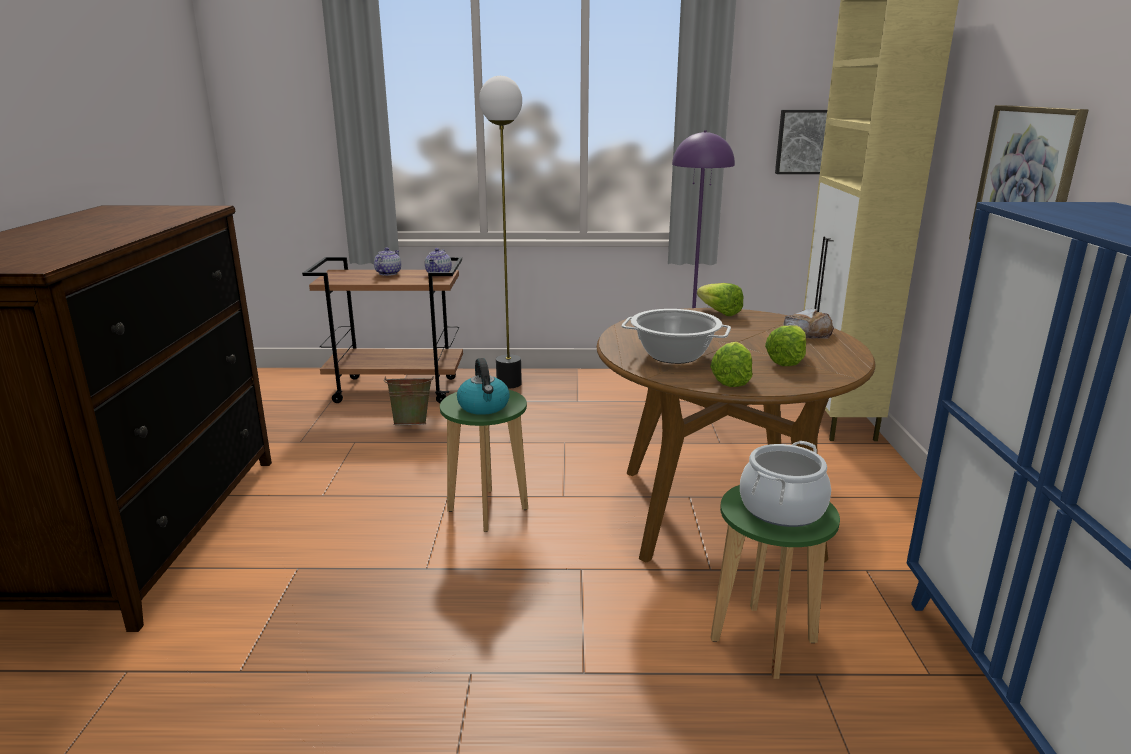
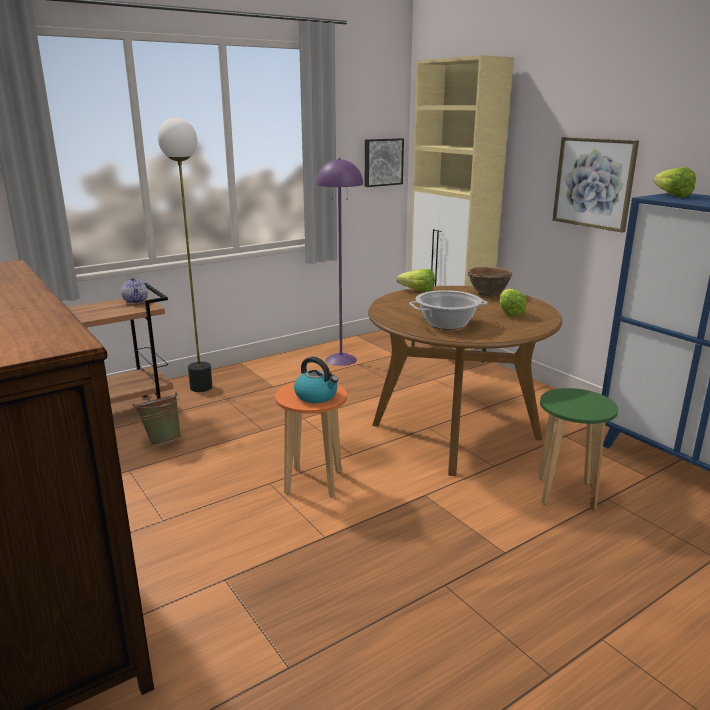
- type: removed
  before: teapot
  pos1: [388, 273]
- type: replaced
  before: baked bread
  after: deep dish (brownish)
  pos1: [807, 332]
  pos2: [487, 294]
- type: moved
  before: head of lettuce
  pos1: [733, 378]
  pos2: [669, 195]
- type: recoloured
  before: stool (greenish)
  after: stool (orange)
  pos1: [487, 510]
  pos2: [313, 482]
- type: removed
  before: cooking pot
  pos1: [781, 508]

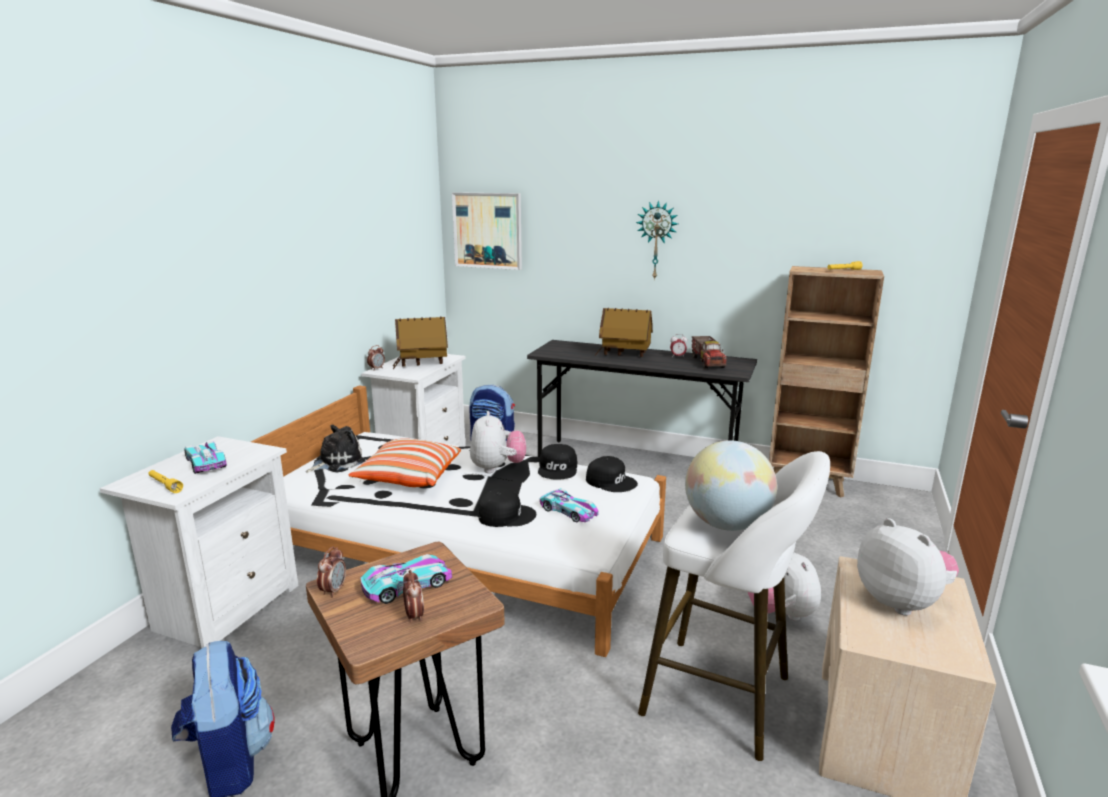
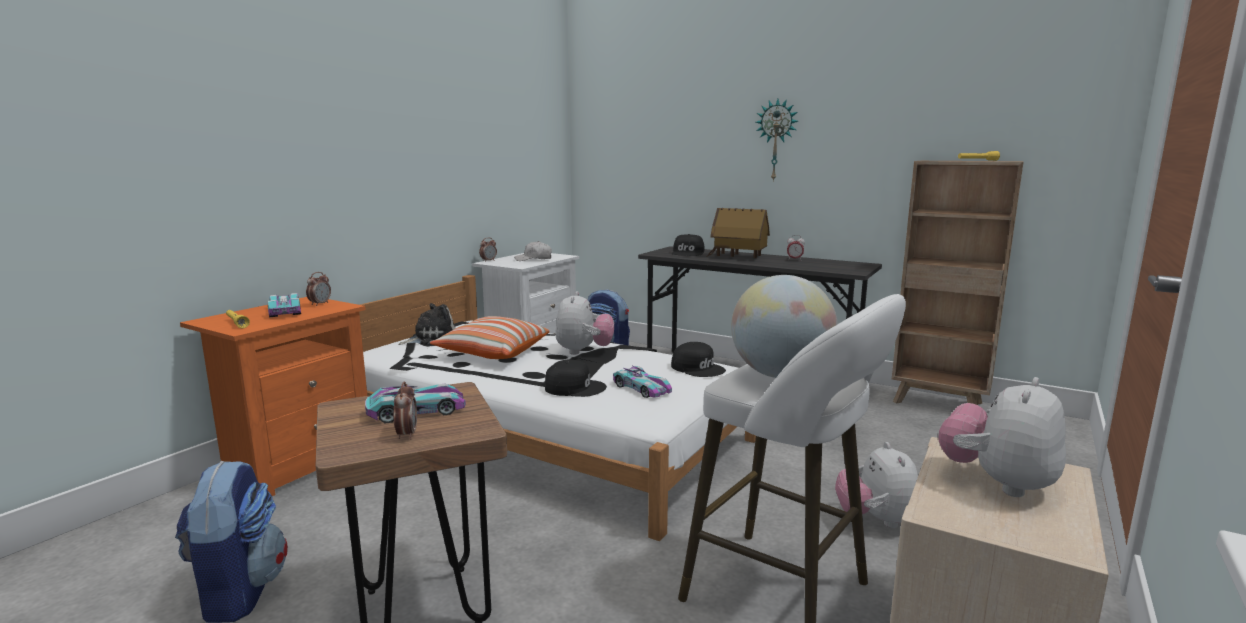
- type: removed
  before: wall picture
  pos1: [488, 230]
- type: replaced
  before: model house
  after: cap (white)
  pos1: [422, 364]
  pos2: [534, 259]
- type: removed
  before: toy truck
  pos1: [708, 362]
- type: recoloured
  before: bedside table (white)
  after: bedside table (orange)
  pos1: [225, 609]
  pos2: [297, 463]
- type: moved
  before: cap (blackish)
  pos1: [558, 469]
  pos2: [688, 253]
- type: turned
  before: cuddly toy
  pos1: [901, 602]
  pos2: [997, 483]
  turn: -120
- type: moved
  before: alarm clock
  pos1: [333, 590]
  pos2: [320, 304]

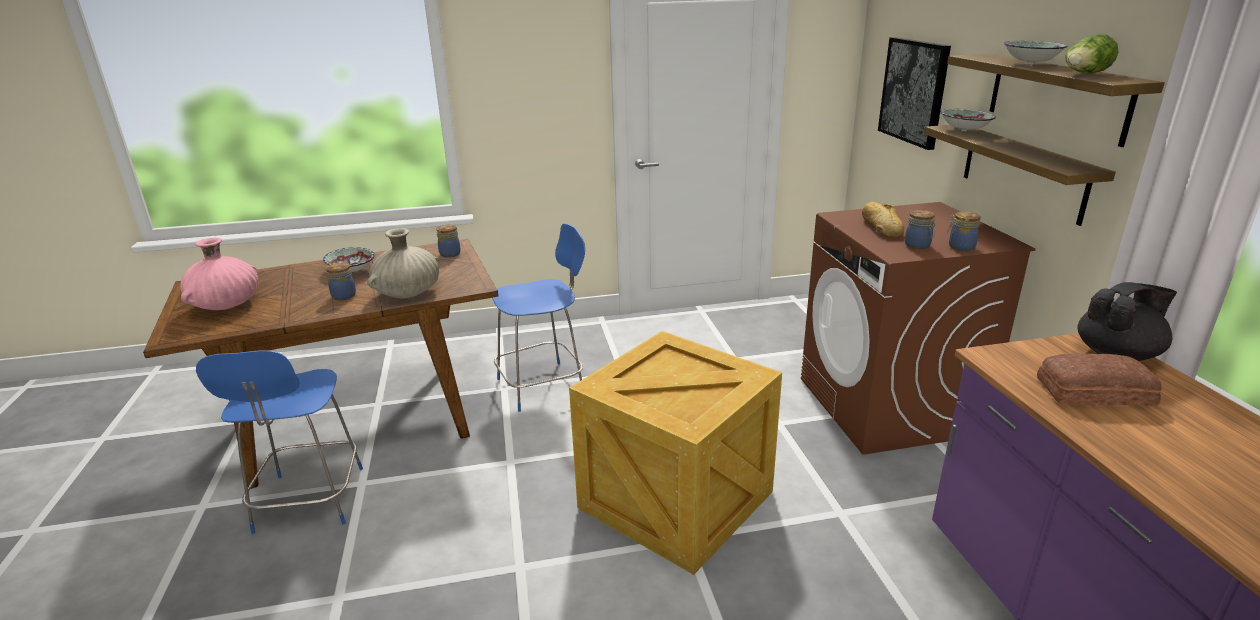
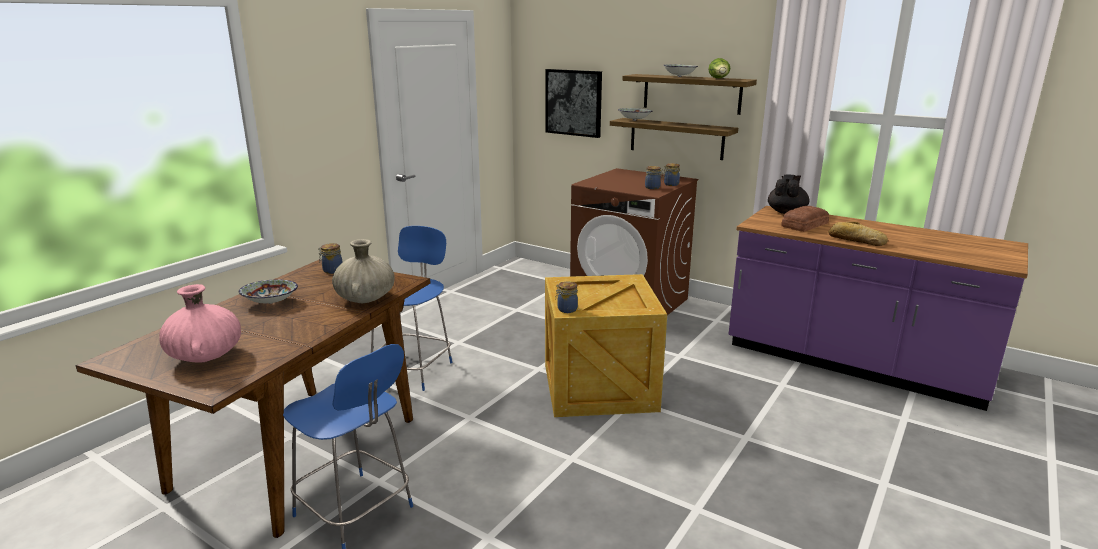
- type: moved
  before: baked bread
  pos1: [881, 227]
  pos2: [856, 240]
- type: moved
  before: jar
  pos1: [344, 295]
  pos2: [566, 309]

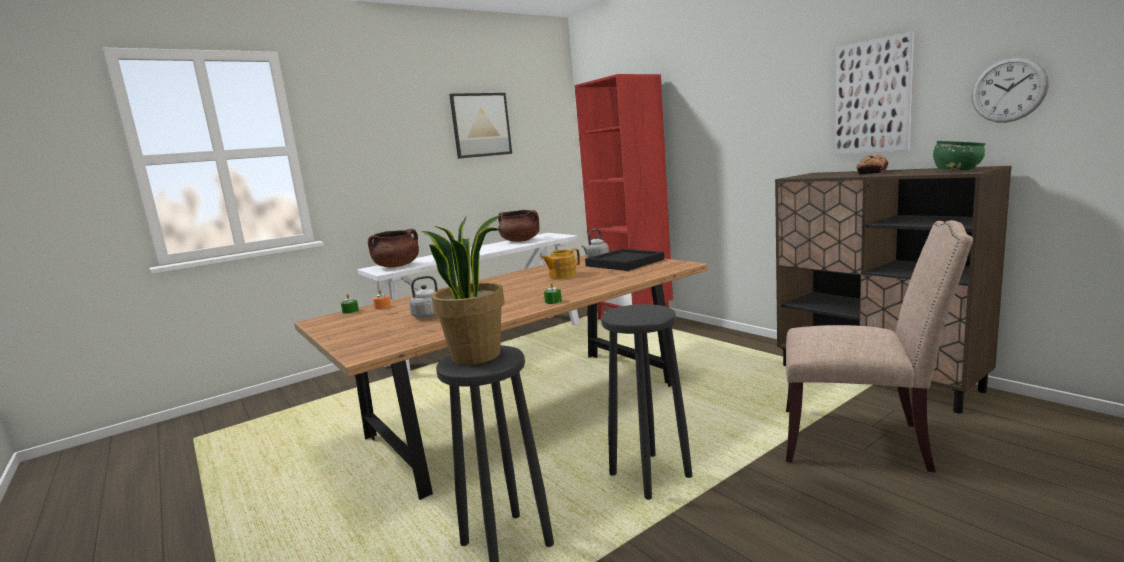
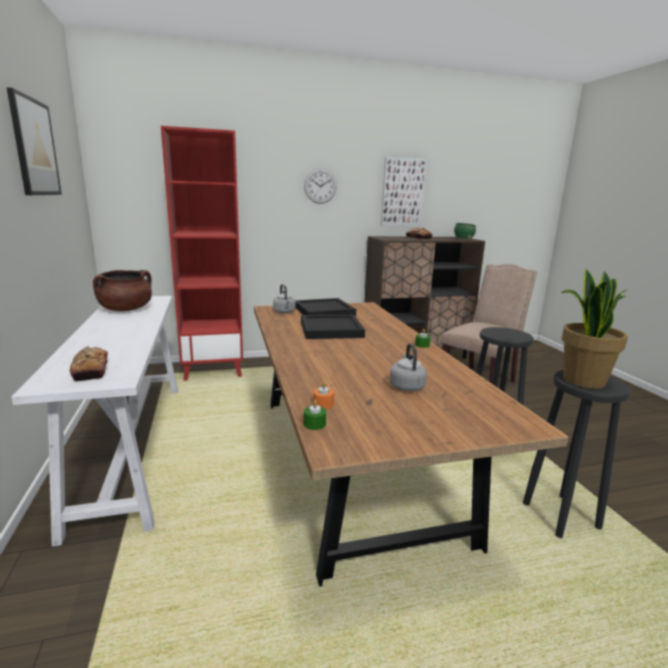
- type: moved
  before: clock on the wall
  pos1: [1008, 90]
  pos2: [320, 186]
- type: replaced
  before: cooking pot (brownish)
  after: baked bread
  pos1: [397, 266]
  pos2: [91, 370]
- type: replaced
  before: teapot
  after: tray (blackish)
  pos1: [562, 275]
  pos2: [330, 329]

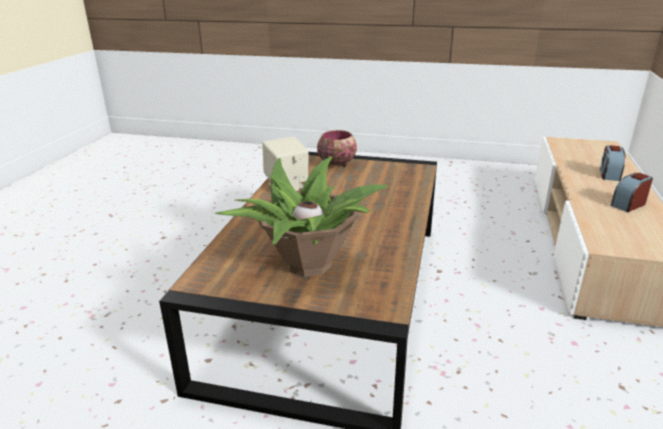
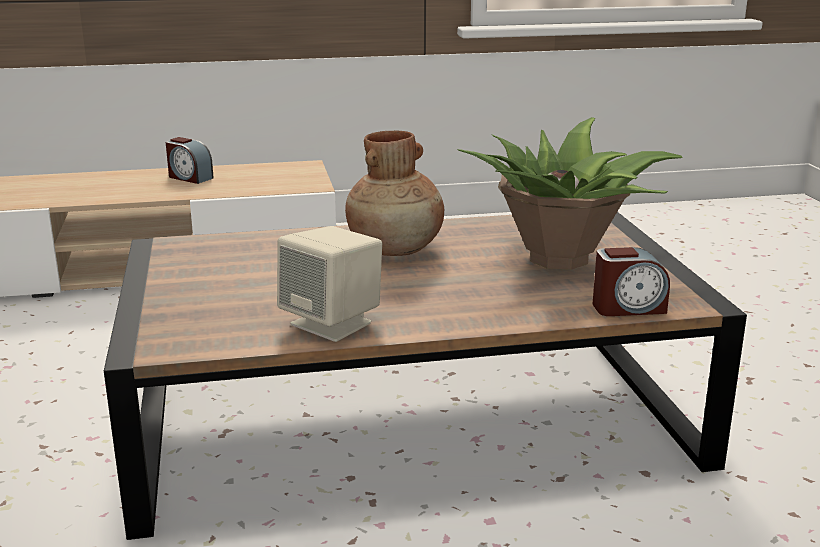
- type: removed
  before: deep dish
  pos1: [336, 163]
- type: moved
  before: alarm clock
  pos1: [609, 174]
  pos2: [628, 308]
- type: added
  after: decorative vase (brownish)
  pos2: [396, 249]

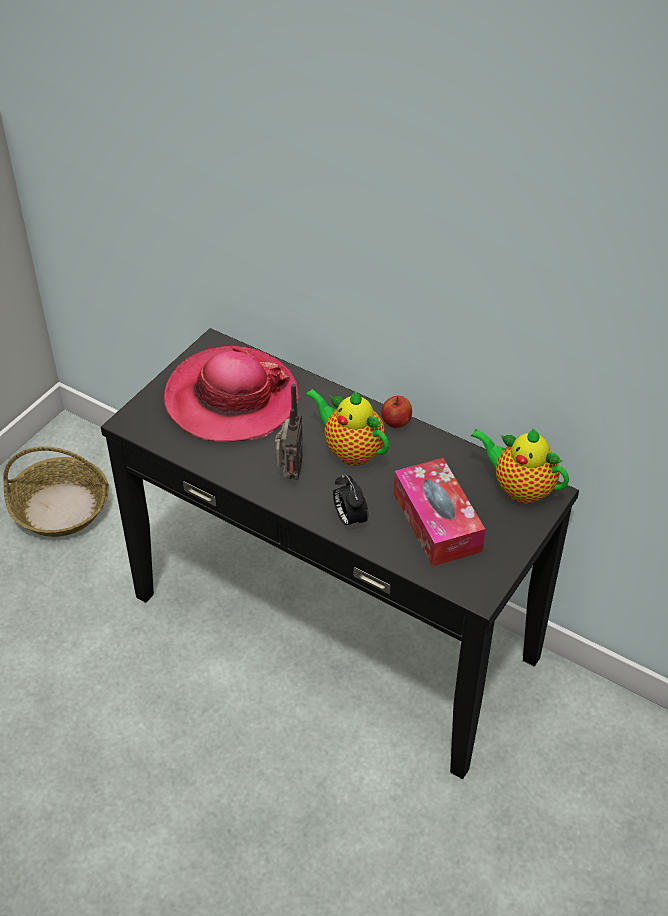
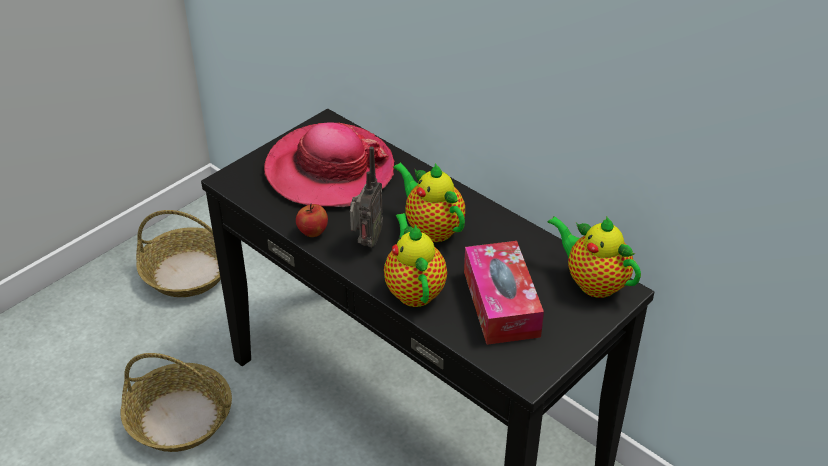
- type: moved
  before: whole apple
  pos1: [396, 423]
  pos2: [312, 232]
- type: replaced
  before: alarm clock
  after: teapot
  pos1: [349, 519]
  pos2: [414, 290]
- type: added
  after: household basket
  pos2: [180, 418]

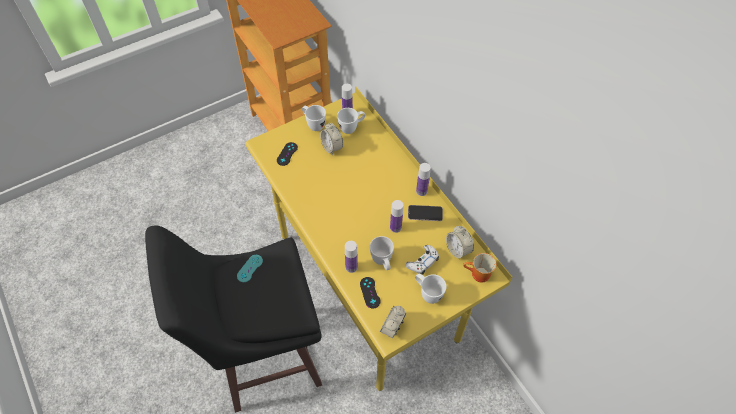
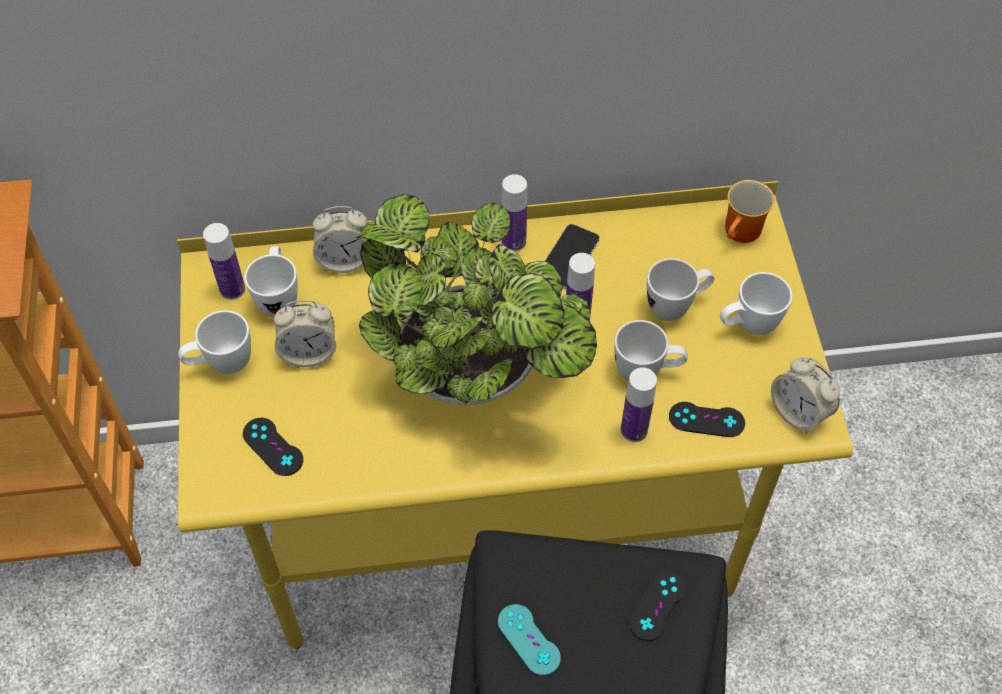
- type: moved
  before: alarm clock
  pos1: [458, 250]
  pos2: [344, 260]
- type: replaced
  before: gamepad (white)
  after: mug (white)
  pos1: [422, 262]
  pos2: [676, 305]
- type: added
  after: potted plant
  pos2: [477, 377]
- type: added
  after: gamepad (blackish)
  pos2: [657, 605]

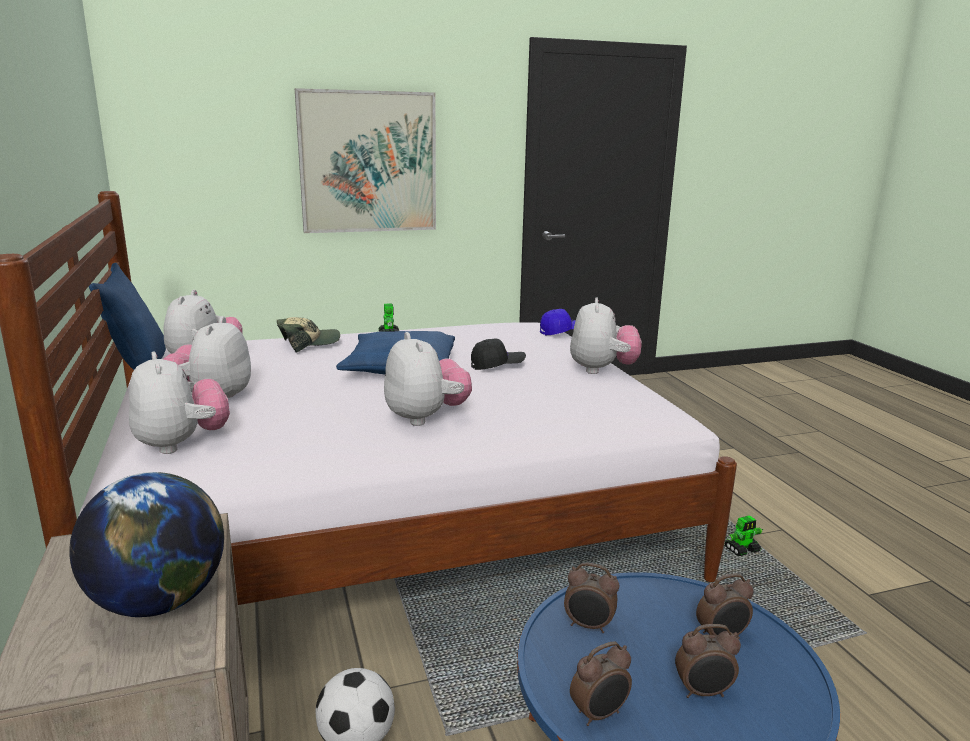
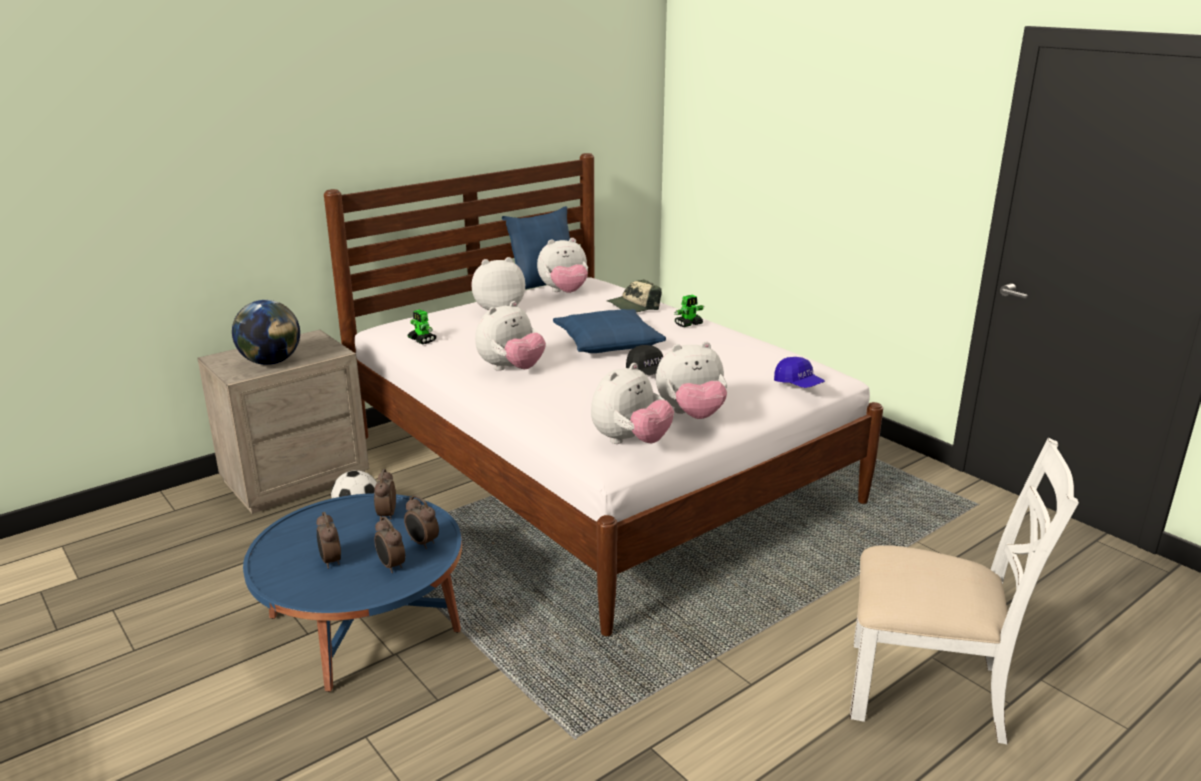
- type: removed
  before: wall picture
  pos1: [368, 162]
- type: turned
  before: cap
  pos1: [308, 343]
  pos2: [633, 306]
  turn: 105
- type: moved
  before: cuddly toy
  pos1: [182, 444]
  pos2: [630, 441]
- type: moved
  before: toy robot
  pos1: [742, 550]
  pos2: [422, 340]
- type: moved
  before: alarm clock
  pos1: [599, 714]
  pos2: [422, 543]
- type: added
  after: upright chair (white)
  pos2: [928, 690]

